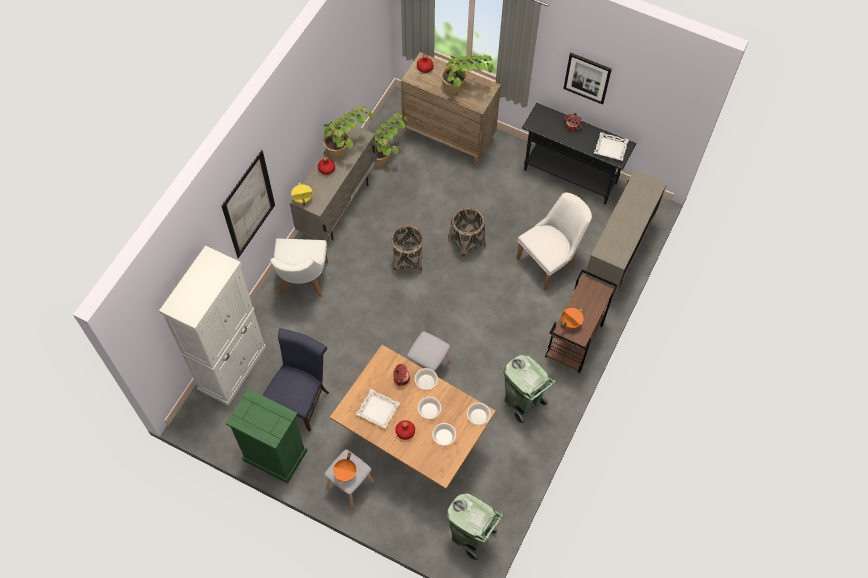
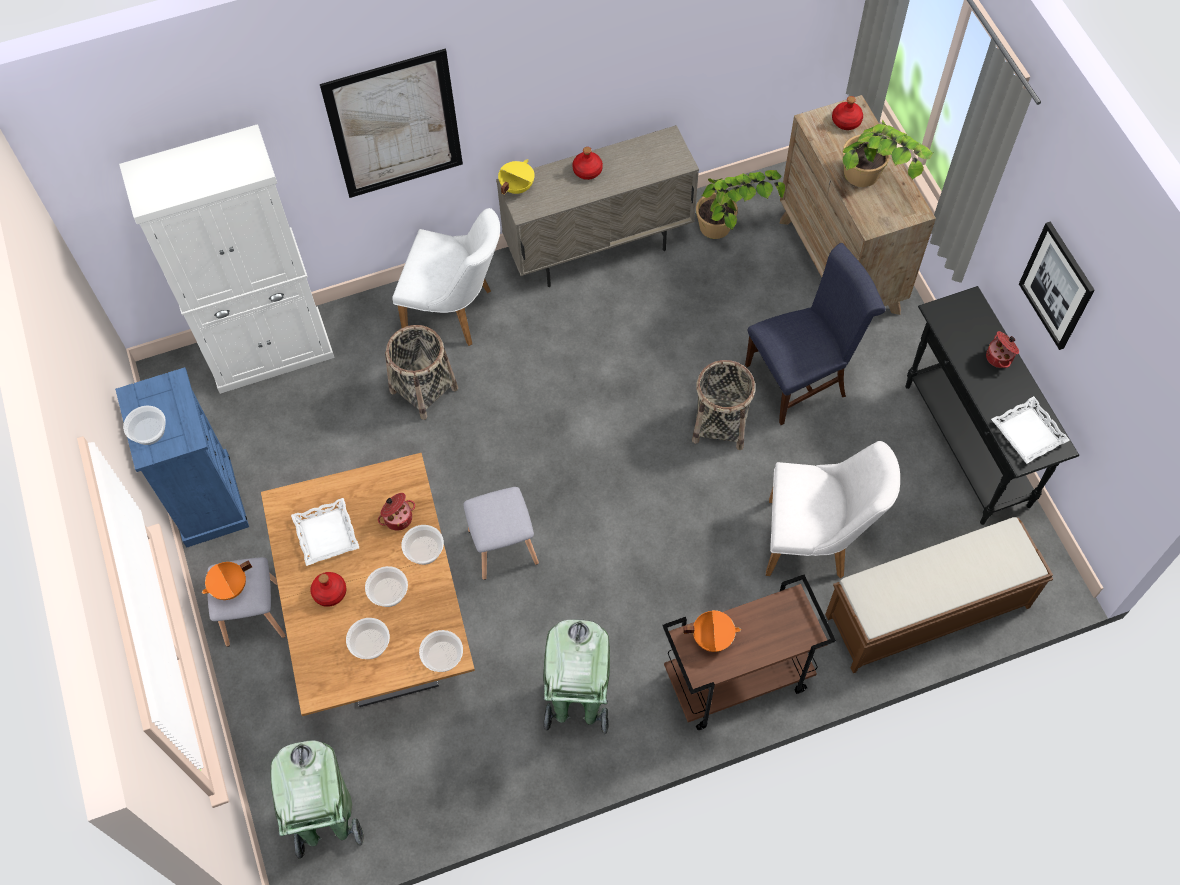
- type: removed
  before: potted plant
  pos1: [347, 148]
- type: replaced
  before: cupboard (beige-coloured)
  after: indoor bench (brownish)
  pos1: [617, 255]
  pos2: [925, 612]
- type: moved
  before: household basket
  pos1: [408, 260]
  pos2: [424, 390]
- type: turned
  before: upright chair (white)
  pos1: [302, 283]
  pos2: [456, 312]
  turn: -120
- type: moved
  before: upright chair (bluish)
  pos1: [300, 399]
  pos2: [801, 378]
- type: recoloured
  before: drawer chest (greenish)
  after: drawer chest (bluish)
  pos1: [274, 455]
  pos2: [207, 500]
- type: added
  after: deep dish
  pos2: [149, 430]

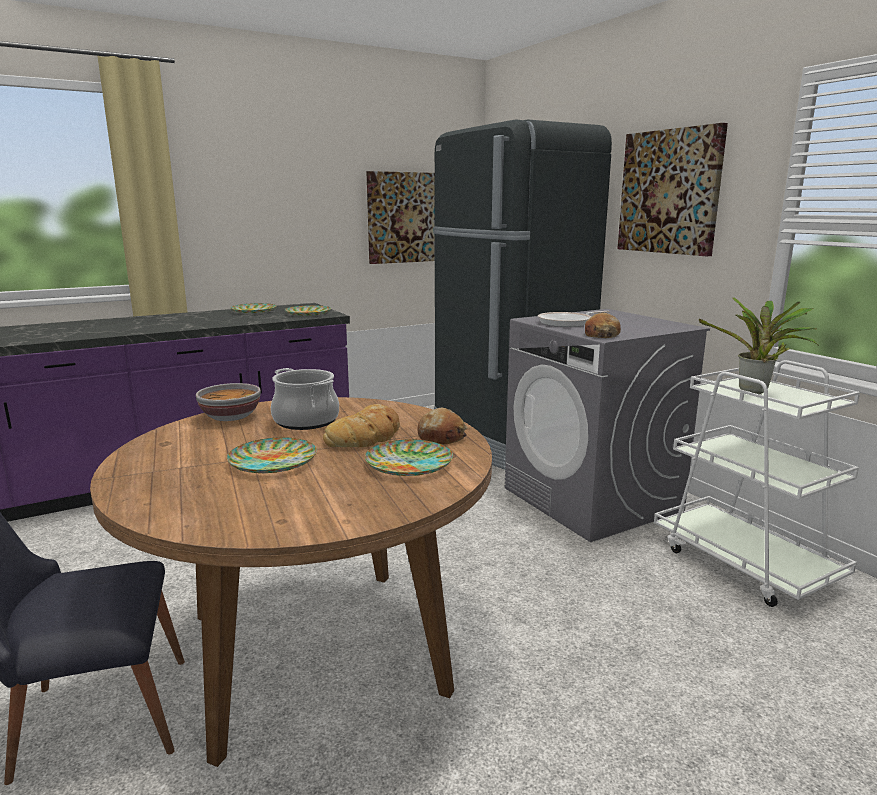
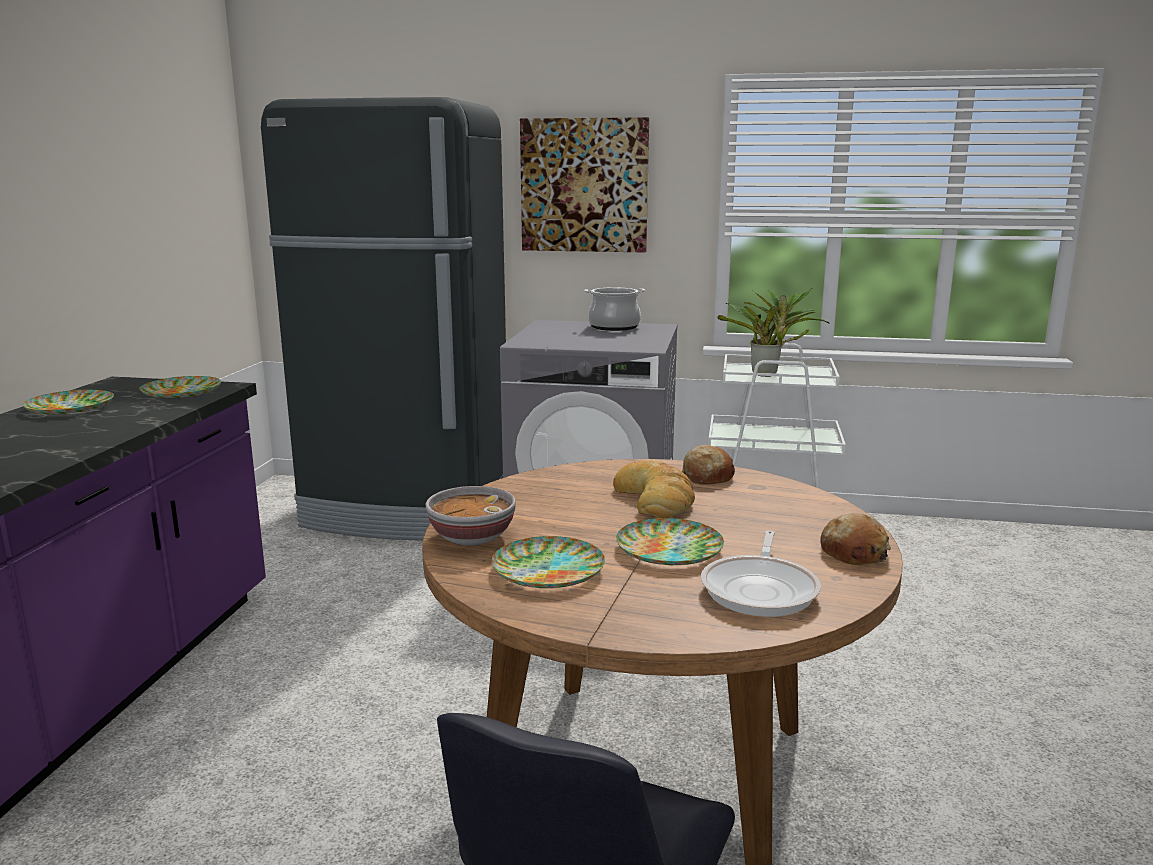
- type: removed
  before: wall picture
  pos1: [407, 217]
- type: moved
  before: pan
  pos1: [567, 322]
  pos2: [761, 590]
- type: moved
  before: baked bread
  pos1: [601, 335]
  pos2: [854, 553]
- type: moved
  before: cooking pot
  pos1: [306, 421]
  pos2: [614, 327]
- type: moved
  before: flat dish
  pos1: [409, 463]
  pos2: [547, 569]

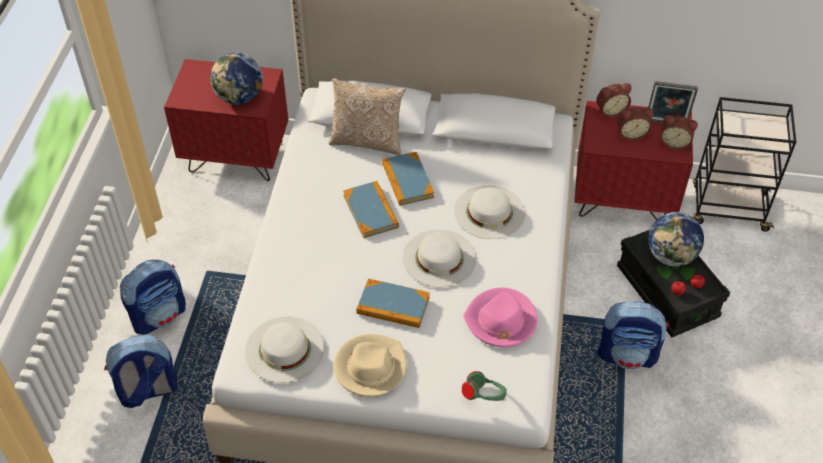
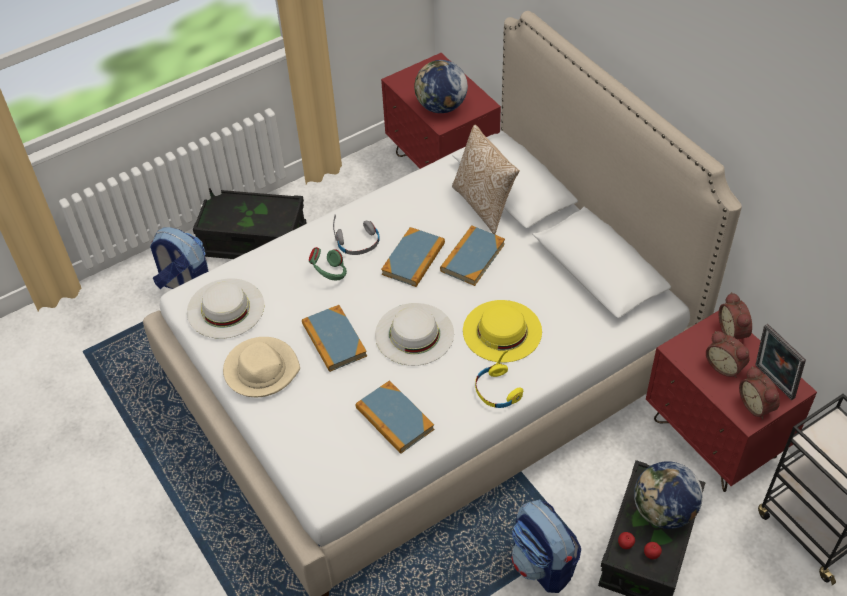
- type: turned
  before: alarm clock
  pos1: [610, 110]
  pos2: [734, 331]
  turn: 45
- type: recoloured
  before: wearable hat (white)
  after: wearable hat (yellow)
  pos1: [489, 212]
  pos2: [502, 331]
- type: replaced
  before: knapsack
  after: storage bin (blackish)
  pos1: [159, 315]
  pos2: [254, 241]
- type: replaced
  before: wearable hat (pink-coloured)
  after: bound book
  pos1: [501, 321]
  pos2: [394, 419]
- type: moved
  before: headphones (greenish)
  pos1: [484, 397]
  pos2: [330, 274]
- type: added
  after: headphones (grey)
  pos2: [358, 243]
- type: added
  after: headphones (yellow)
  pos2: [497, 391]

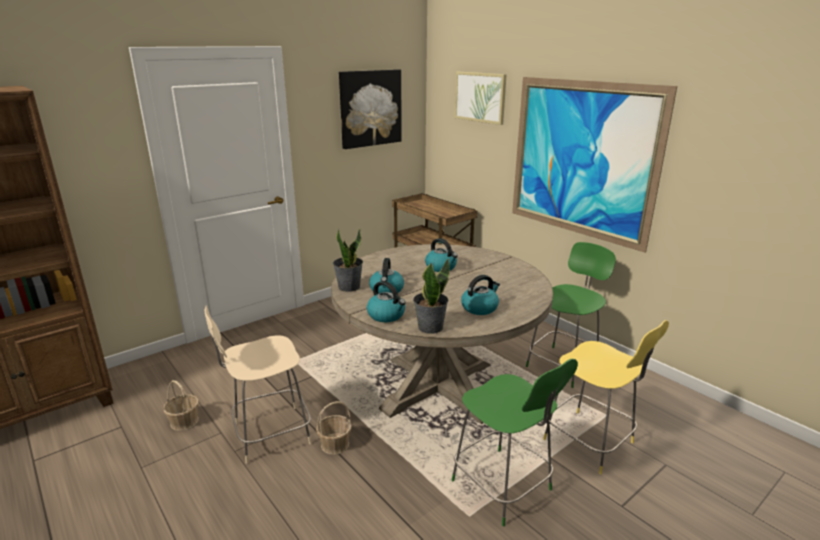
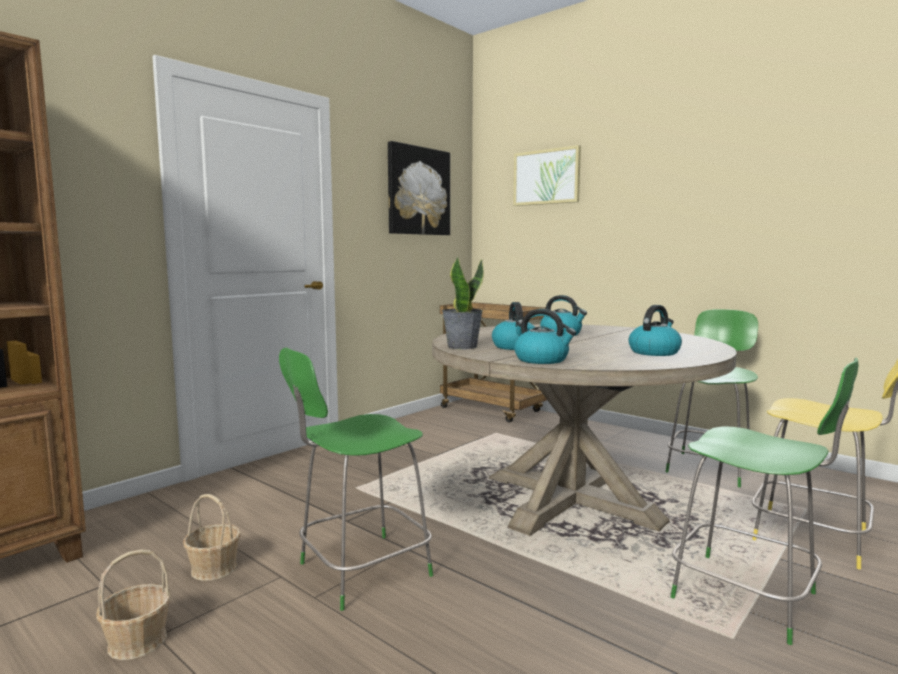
- type: removed
  before: wall picture
  pos1: [581, 160]
- type: removed
  before: potted plant
  pos1: [430, 327]
- type: recoloured
  before: stool (beige-coloured)
  after: stool (greenish)
  pos1: [269, 434]
  pos2: [360, 571]
- type: moved
  before: household basket
  pos1: [334, 444]
  pos2: [137, 641]

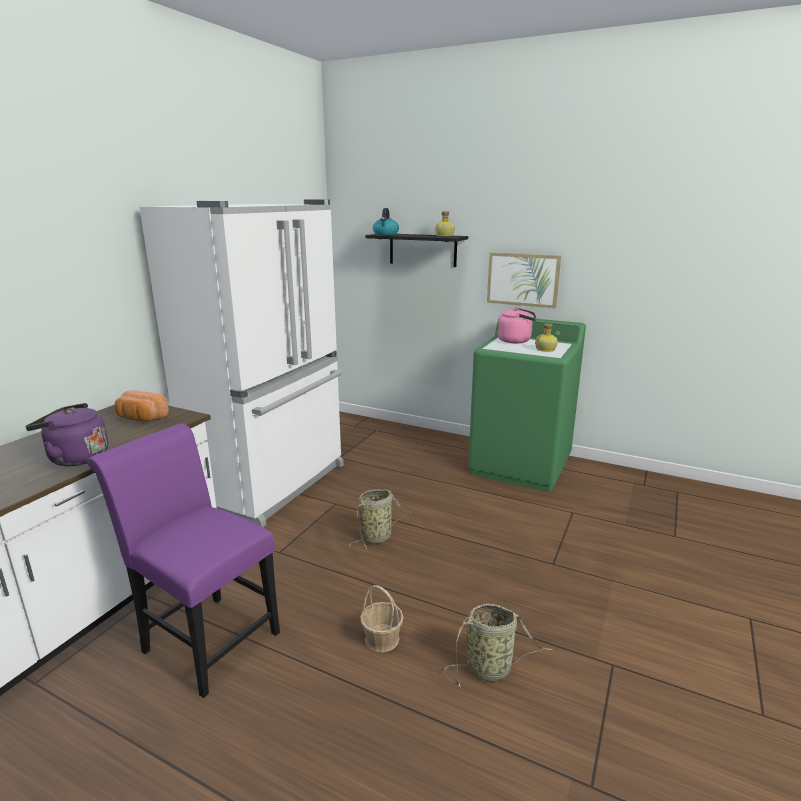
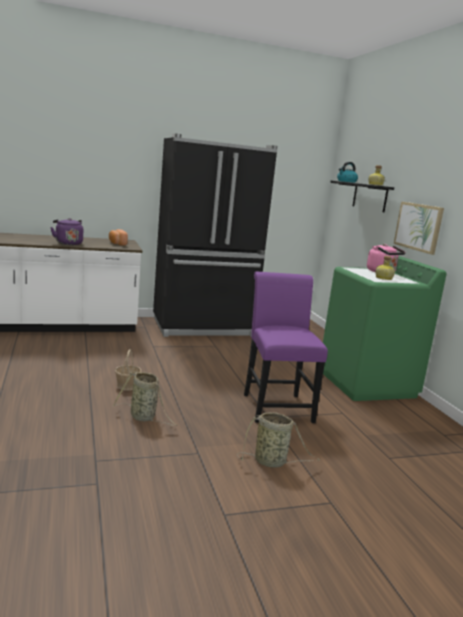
- type: recoloured
  before: fridge (white)
  after: fridge (blackish)
  pos1: [273, 484]
  pos2: [204, 328]
- type: moved
  before: upright chair (purple-coloured)
  pos1: [205, 638]
  pos2: [276, 405]
- type: moved
  before: household basket
  pos1: [378, 536]
  pos2: [272, 462]

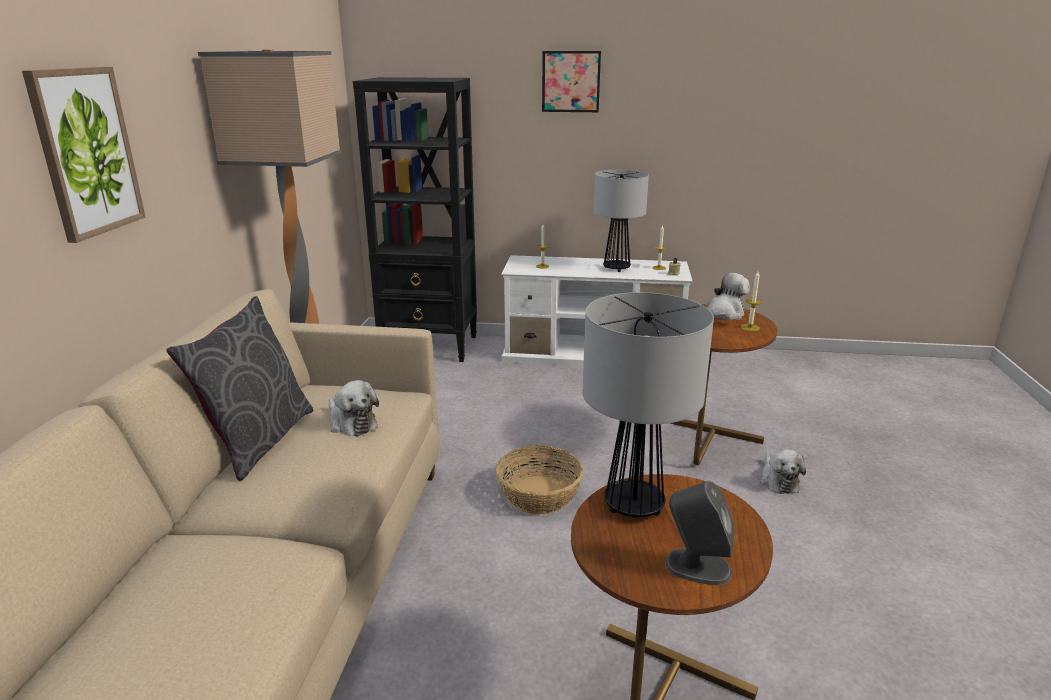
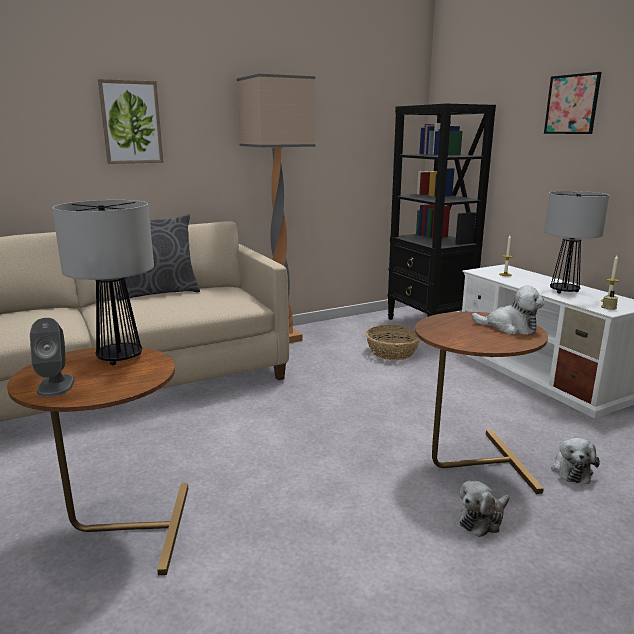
- type: removed
  before: wax candle
  pos1: [750, 327]
- type: moved
  before: cuddly toy
  pos1: [351, 423]
  pos2: [571, 469]
- type: moved
  before: household basket
  pos1: [539, 495]
  pos2: [392, 352]

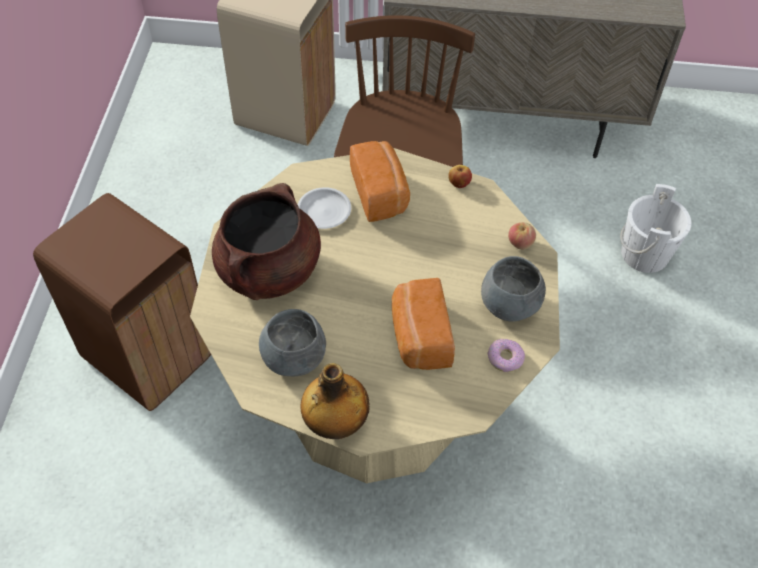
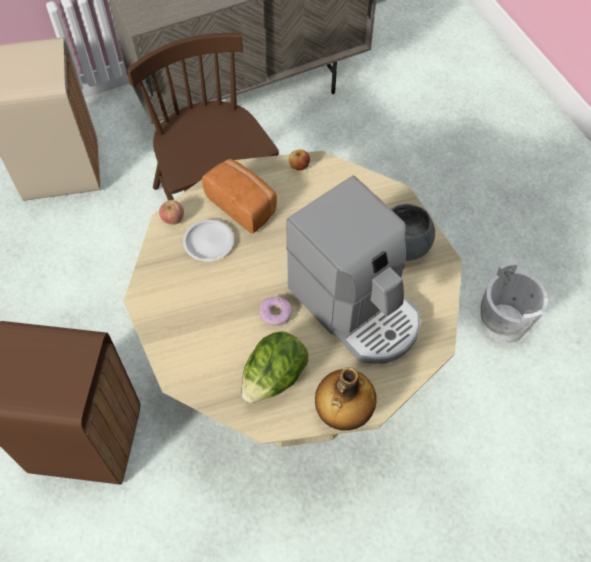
- type: removed
  before: cooking pot (brownish)
  pos1: [269, 271]
- type: moved
  before: water bucket (white)
  pos1: [644, 254]
  pos2: [503, 322]
- type: moved
  before: whole apple
  pos1: [520, 243]
  pos2: [173, 219]
- type: replaced
  before: baked bread
  after: coffee brewer
  pos1: [419, 337]
  pos2: [356, 307]
- type: replaced
  before: deep dish (grey)
  after: head of lettuce
  pos1: [294, 358]
  pos2: [274, 378]
- type: moved
  before: doughnut
  pos1: [505, 359]
  pos2: [275, 314]

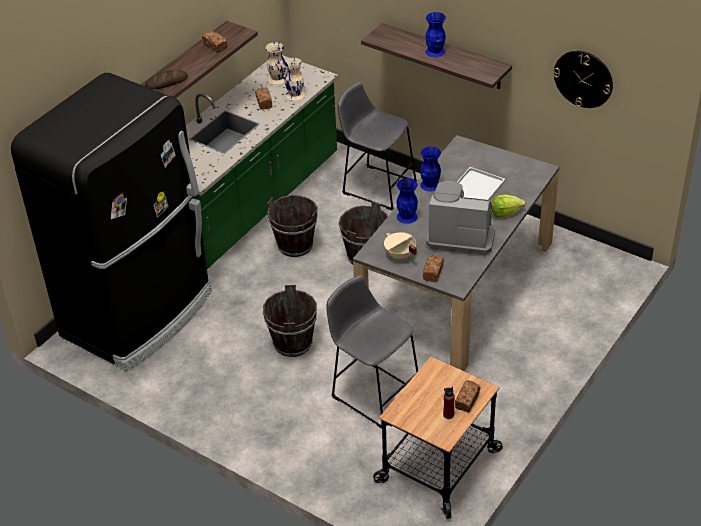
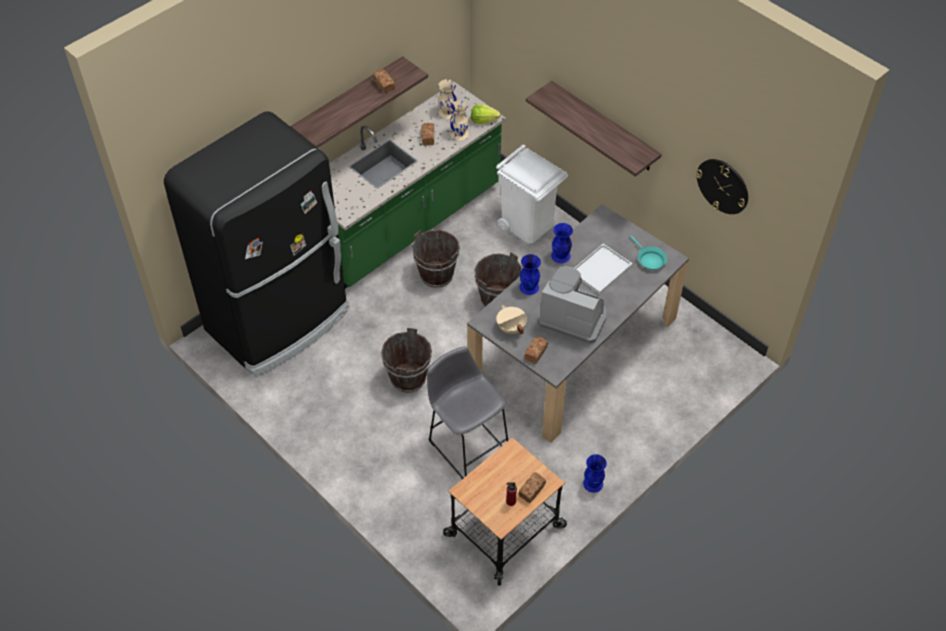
- type: moved
  before: decorative vase (bluish)
  pos1: [435, 52]
  pos2: [593, 484]
- type: removed
  before: baked bread
  pos1: [166, 82]
- type: replaced
  before: stool (grey)
  after: rubbish bin (white)
  pos1: [376, 186]
  pos2: [528, 224]
- type: moved
  before: head of lettuce
  pos1: [505, 213]
  pos2: [483, 120]
- type: added
  after: pan (turquoise-coloured)
  pos2: [649, 259]

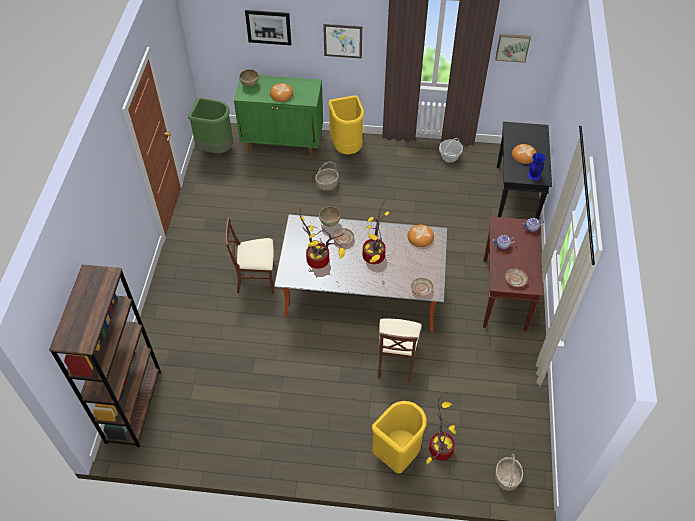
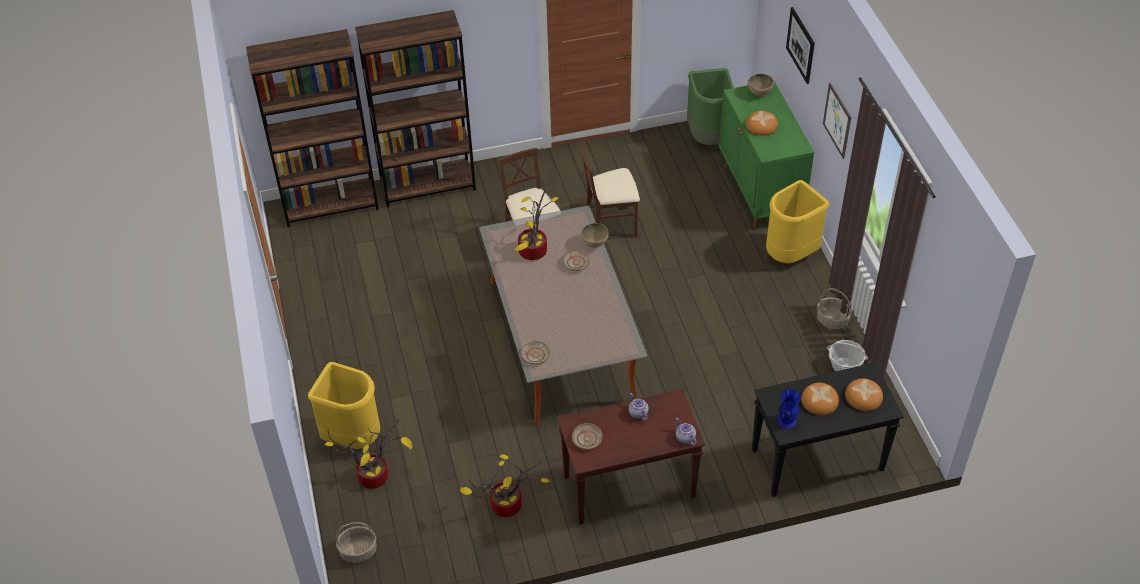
- type: removed
  before: wall picture
  pos1: [512, 47]
- type: moved
  before: household basket
  pos1: [327, 184]
  pos2: [832, 320]
- type: moved
  before: potted plant
  pos1: [375, 257]
  pos2: [504, 507]
- type: moved
  before: baked bread
  pos1: [420, 237]
  pos2: [863, 396]
- type: moved
  before: upright chair (brownish)
  pos1: [396, 362]
  pos2: [610, 225]
- type: added
  after: bookshelf (brownish)
  pos2: [428, 186]

